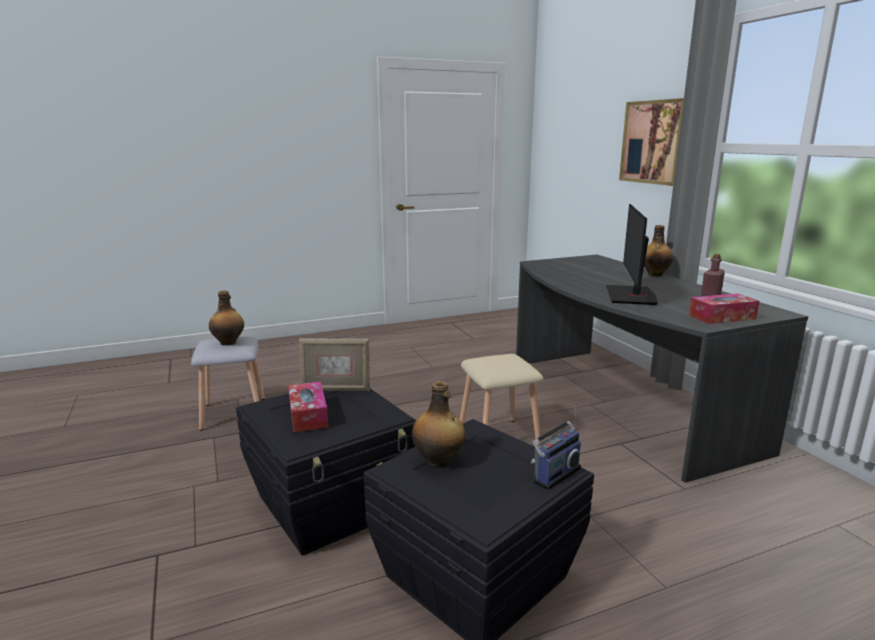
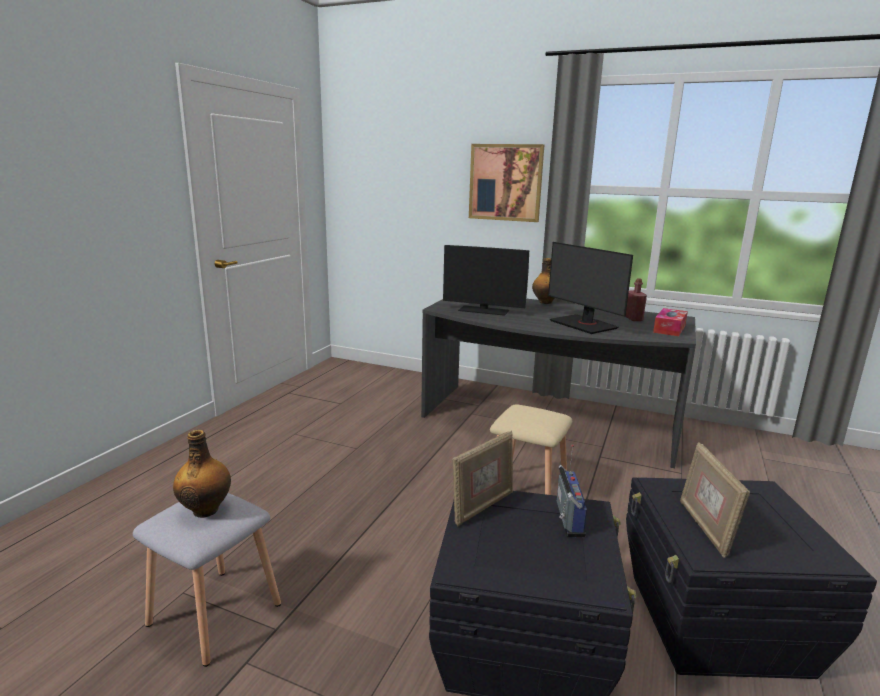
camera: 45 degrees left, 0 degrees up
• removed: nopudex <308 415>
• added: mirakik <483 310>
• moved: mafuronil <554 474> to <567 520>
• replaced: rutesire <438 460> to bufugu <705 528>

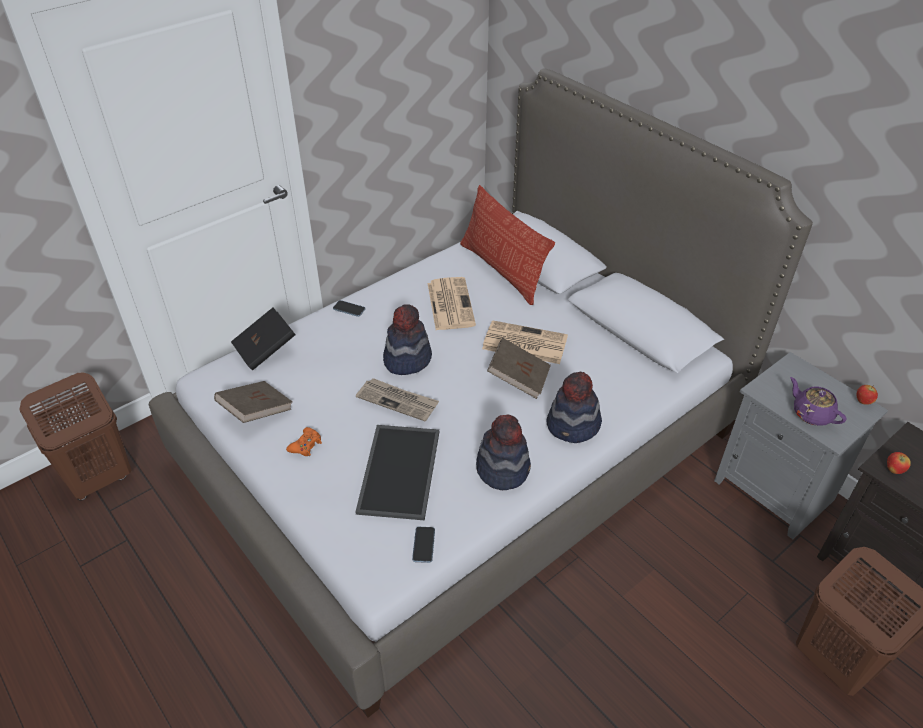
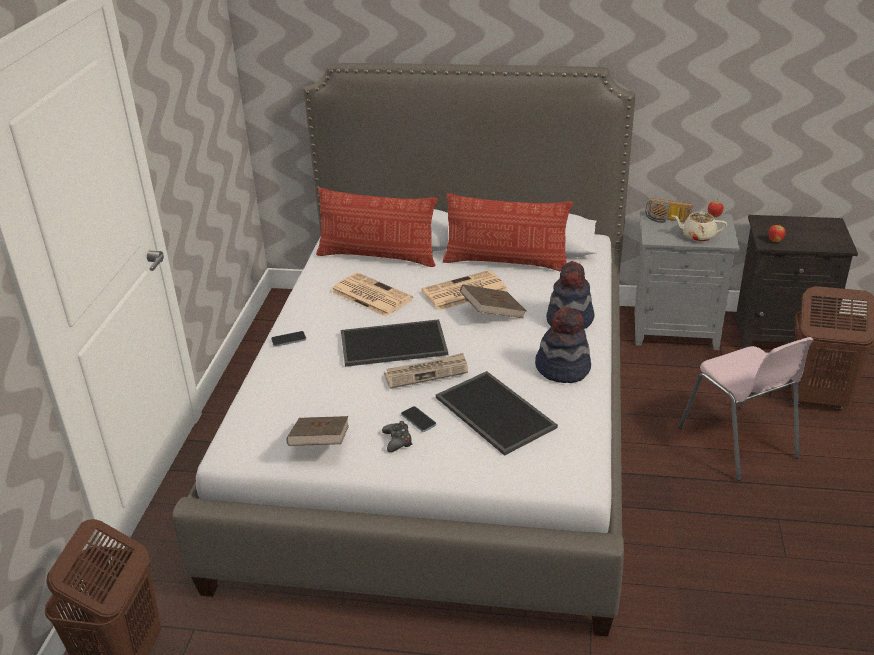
camera: 40 degrees left, 10 degrees down
• removed: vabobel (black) <265 350>
• added: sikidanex <506 262>
• added: mafuronil <666 220>
• added: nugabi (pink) <738 443>
• moved: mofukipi <423 545> to <418 420>
• replaced: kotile <407 359> to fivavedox <392 344>
• recoloured: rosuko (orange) <306 445> to rosuko (black) <397 441>
• recoloured: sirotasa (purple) <811 414> to sirotasa (beige) <697 236>

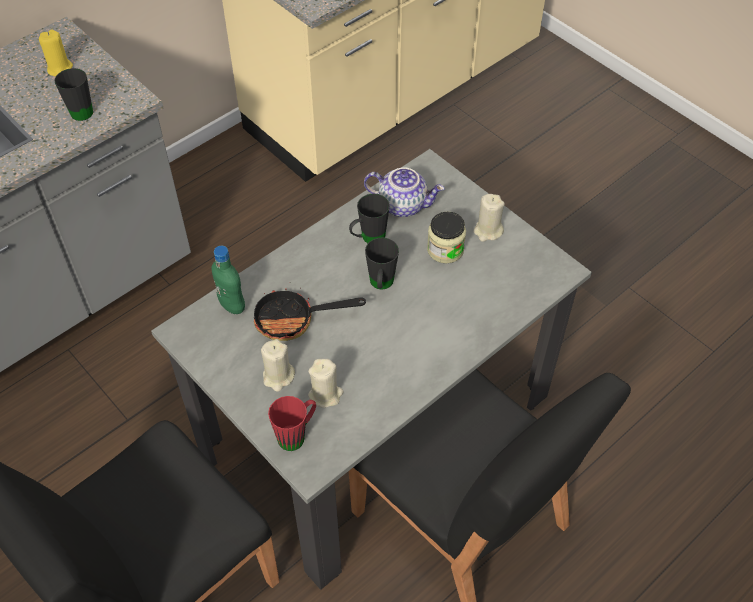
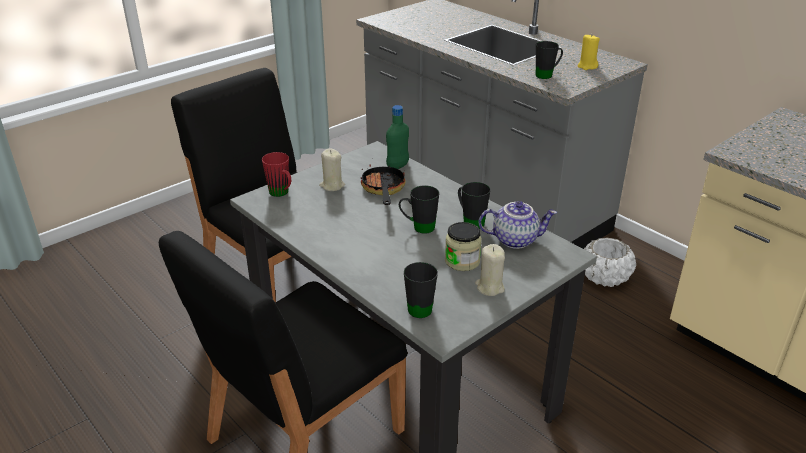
camera: 90 degrees right, 20 degrees down
• removed: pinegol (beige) <325 394>
• added: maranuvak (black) <421 306>
• added: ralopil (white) <604 277>
• turned: sirotasa <403 204> = <515 239> 105 degrees counterclockwise

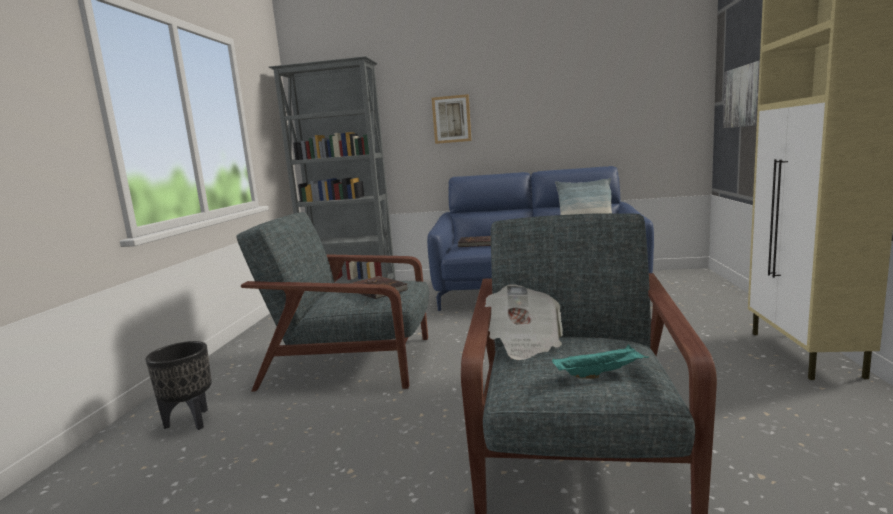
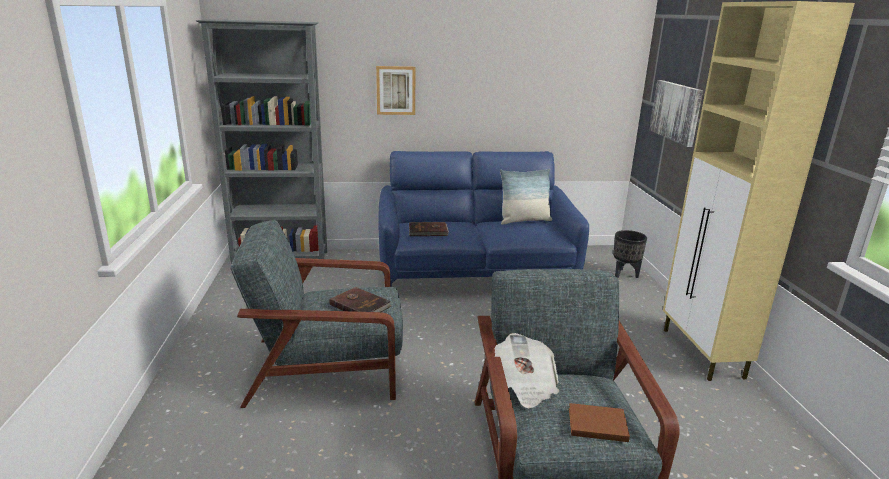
camera: 15 degrees left, 10 degrees up
• moved: ralopil (black) <191 421> to <624 274>
• replaced: fivavedox (turquoise) <600 374> to vabobel (brown) <595 424>

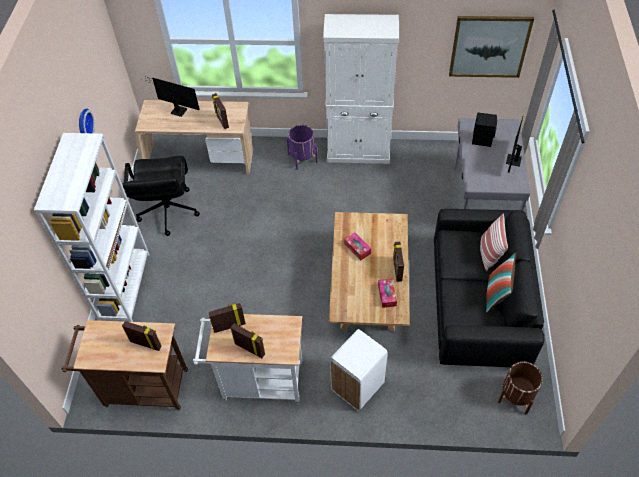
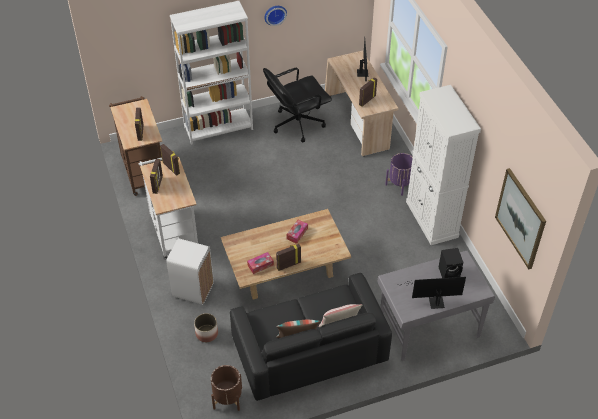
camera: 65 degrees right, 5 degrees down
• added: ralopil <207 333>

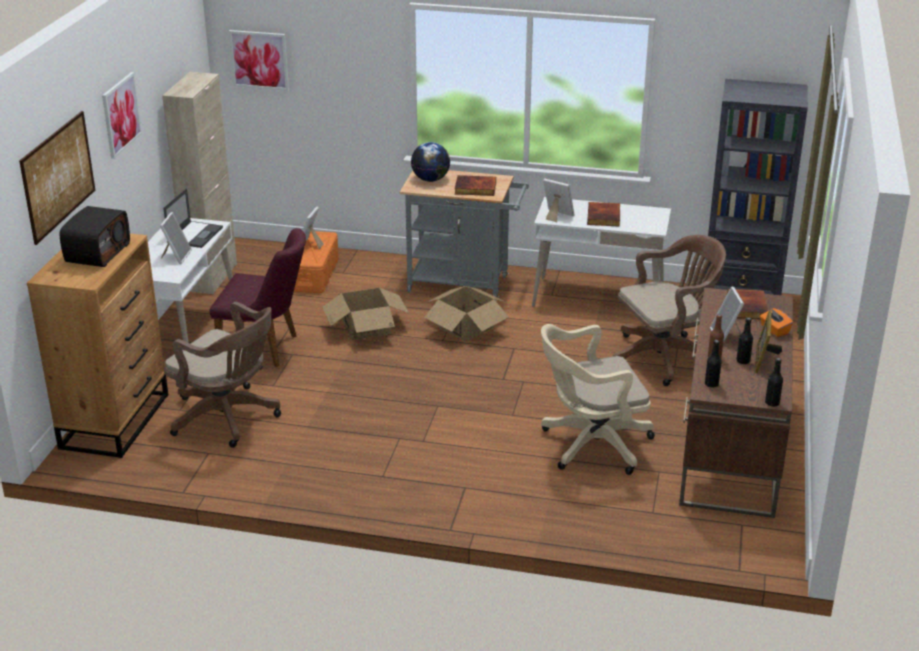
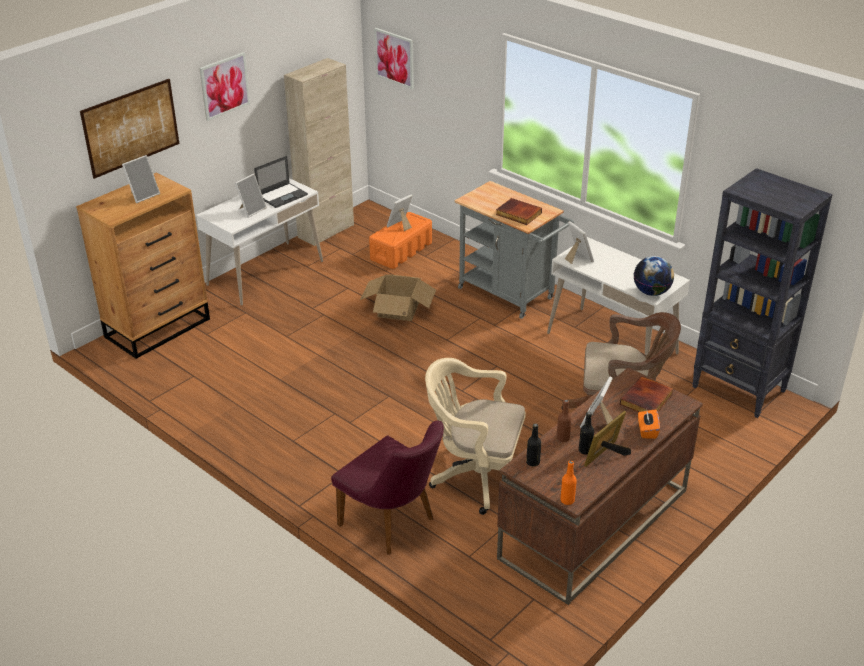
camera: 30 degrees right, 5 degrees up
• removed: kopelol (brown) <228 418>
• removed: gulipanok <465 327>
• removed: vabobel <604 217>
• moved: nugabi (purple) <266 348> to <393 524>
• moved: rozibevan <431 179> to <651 292>
• replaced: mafuronil <97 253> to bufugu <143 195>
• recoloured: rutesire (black) <772 403> to rutesire (orange) <567 500>

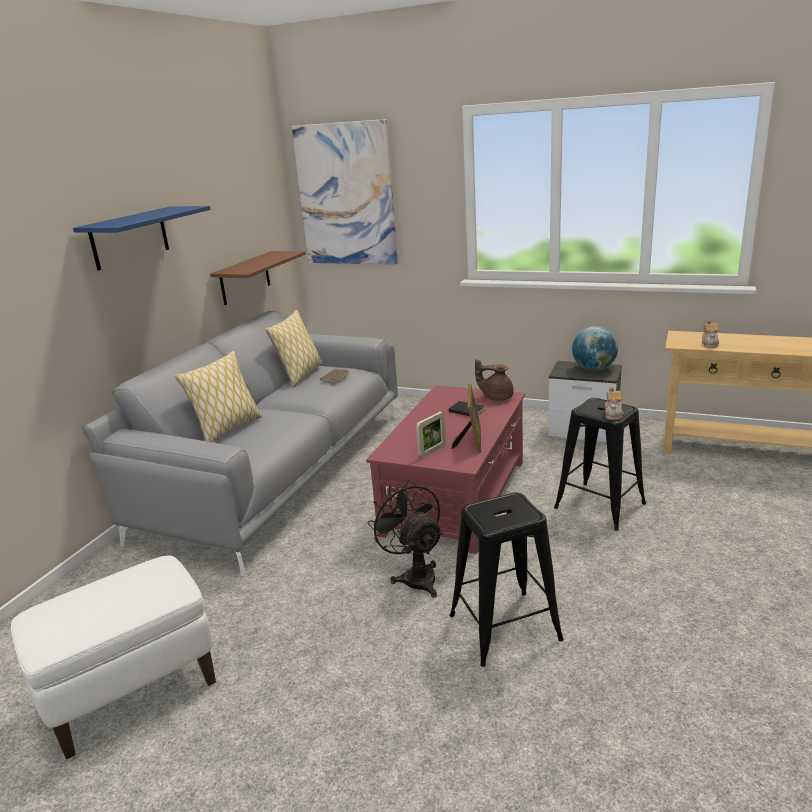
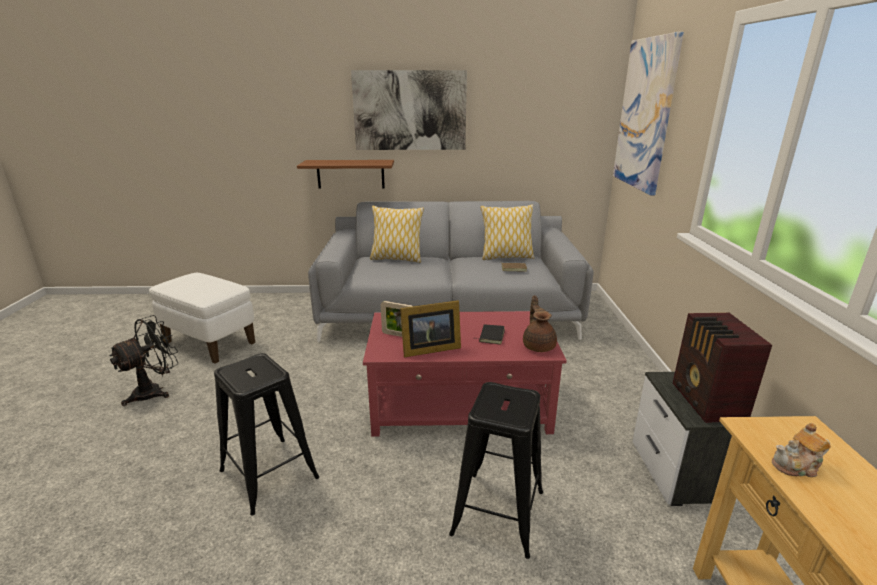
camera: 65 degrees right, 0 degrees up
• removed: sirotasa <613 414>
• moved: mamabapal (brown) <245 278> to <350 174>
• moved: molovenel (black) <415 576> to <155 391>
• replaced: mamabapal (blue) <130 238> to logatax <410 111>
• replaced: rozibevan <594 369> to mafuronil <707 403>

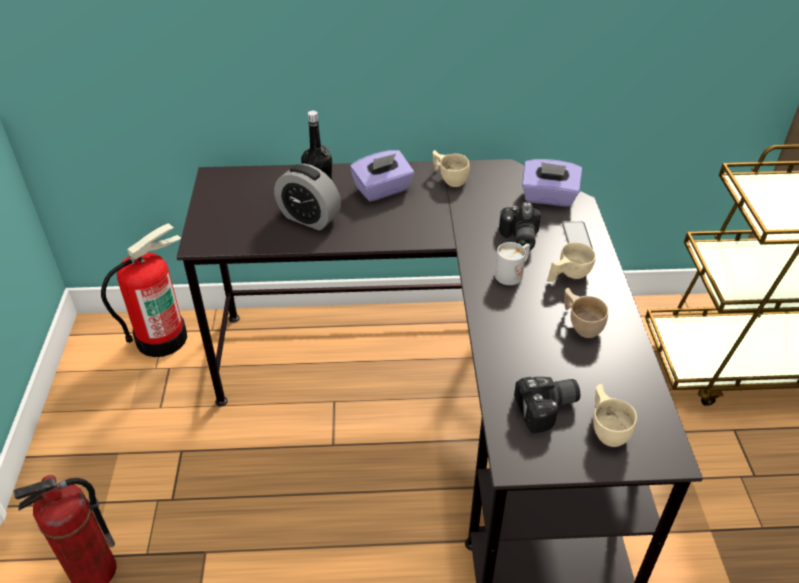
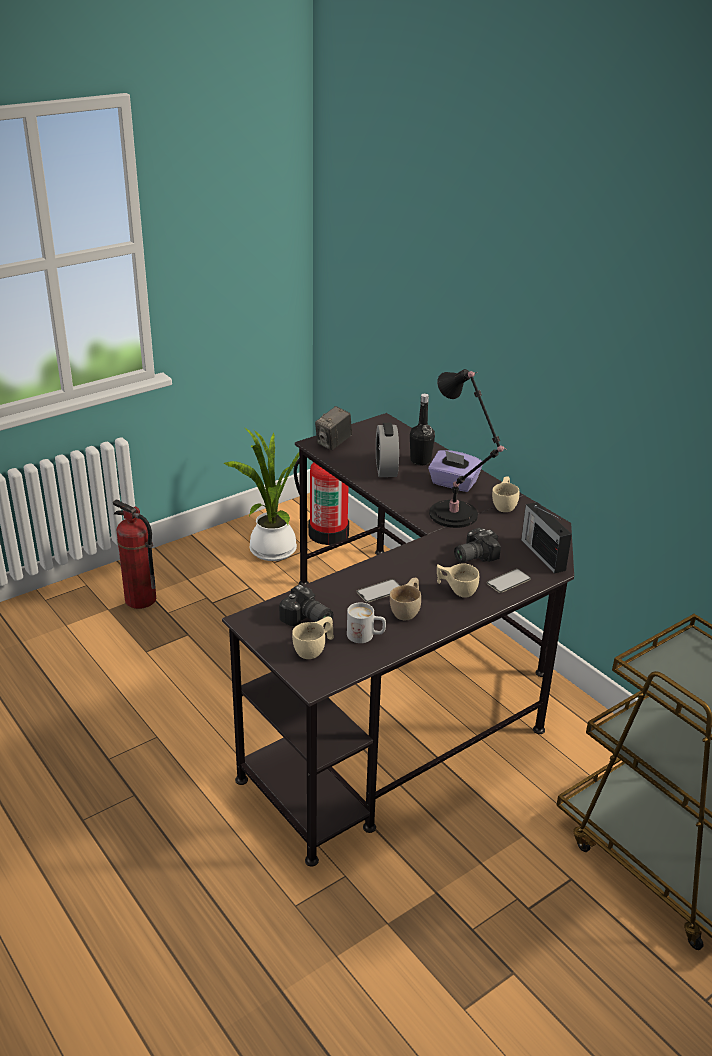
camera: 55 degrees right, 10 degrees down
• added: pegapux <271 552>
• added: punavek <333 443>
• added: mofukipi <380 591>
• added: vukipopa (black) <456 516>
• moved: maranuvak (white) <513 273> to <366 636>
• replaced: nopudex (purple) <548 197> to mafuronil <542 554>

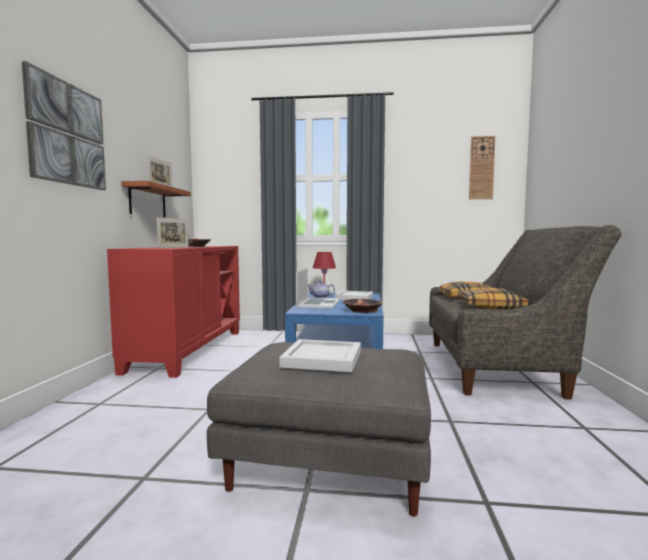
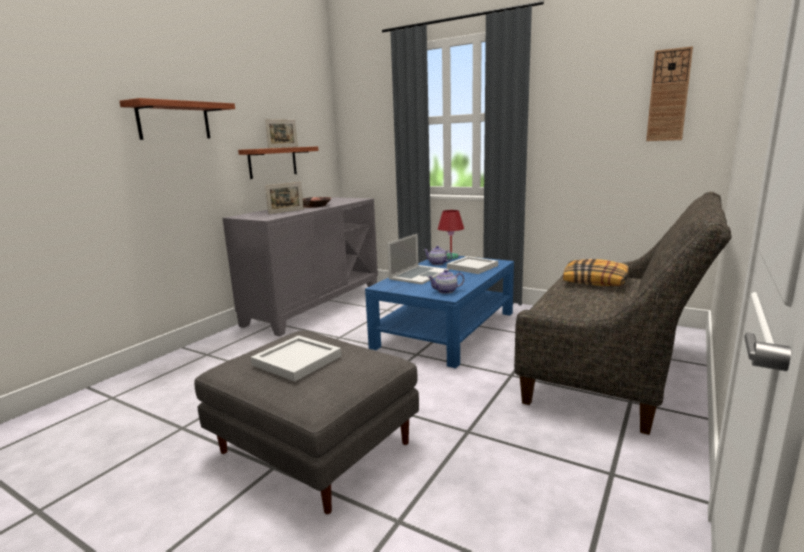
camera: 25 degrees right, 10 degrees up
• removed: sikidanex <490 307>
• replaced: logatax <67 134> to mamabapal <174 121>
• replaced: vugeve <362 310> to sirotasa <446 291>
• recoloured: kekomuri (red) <187 350> to kekomuri (grey) <314 305>

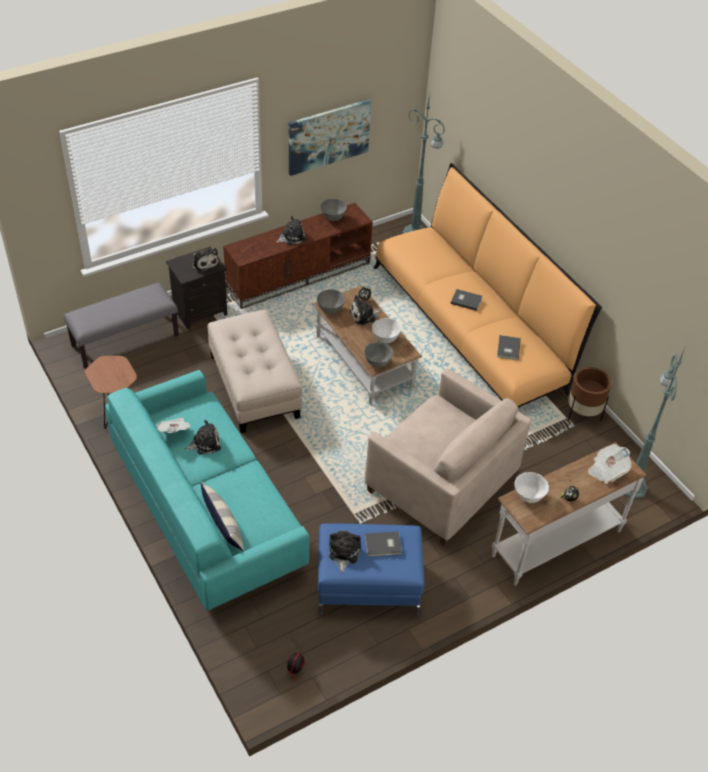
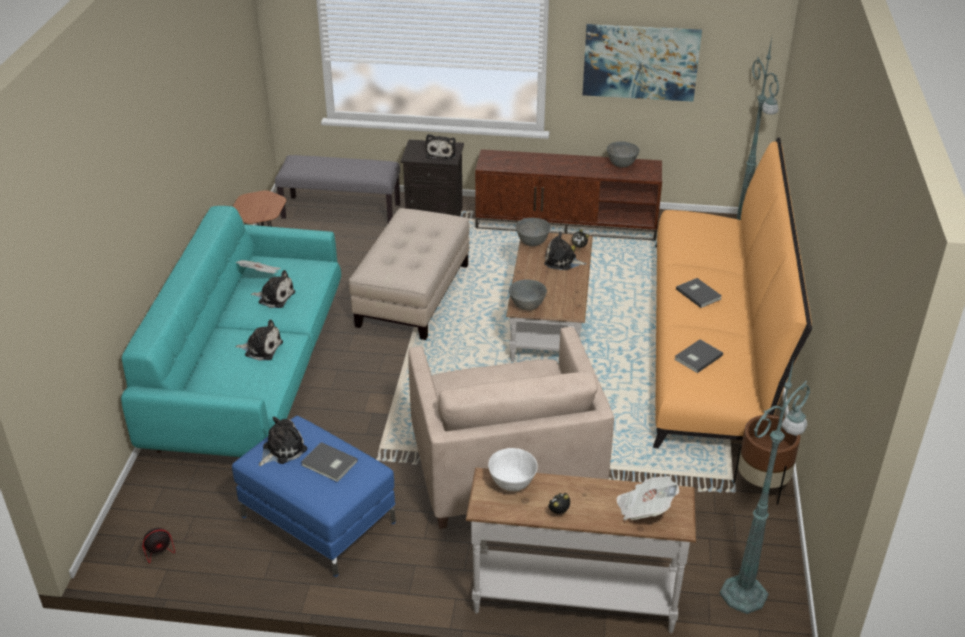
camera: 40 degrees right, 10 degrees down
• removed: sikidanex <223 525>
• removed: vugeve (white) <385 339>
• moved: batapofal <291 236> to <261 348>

